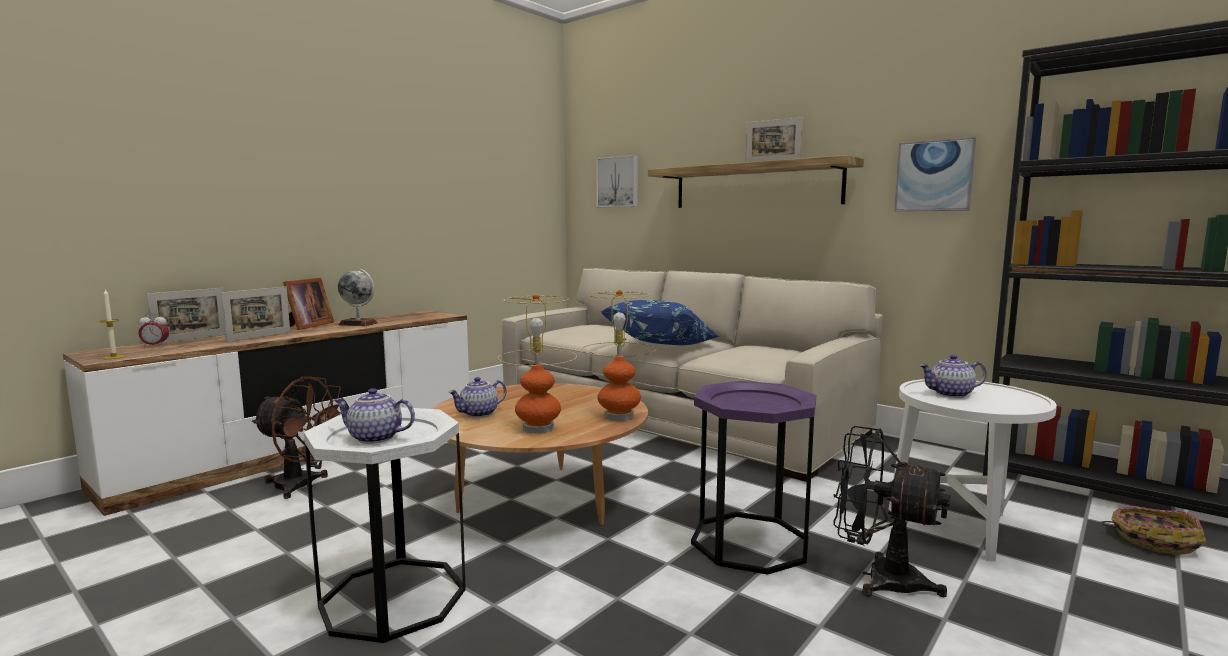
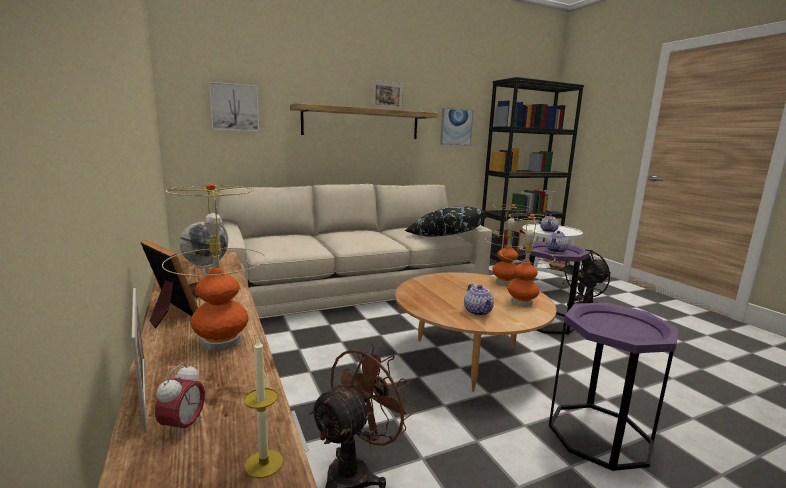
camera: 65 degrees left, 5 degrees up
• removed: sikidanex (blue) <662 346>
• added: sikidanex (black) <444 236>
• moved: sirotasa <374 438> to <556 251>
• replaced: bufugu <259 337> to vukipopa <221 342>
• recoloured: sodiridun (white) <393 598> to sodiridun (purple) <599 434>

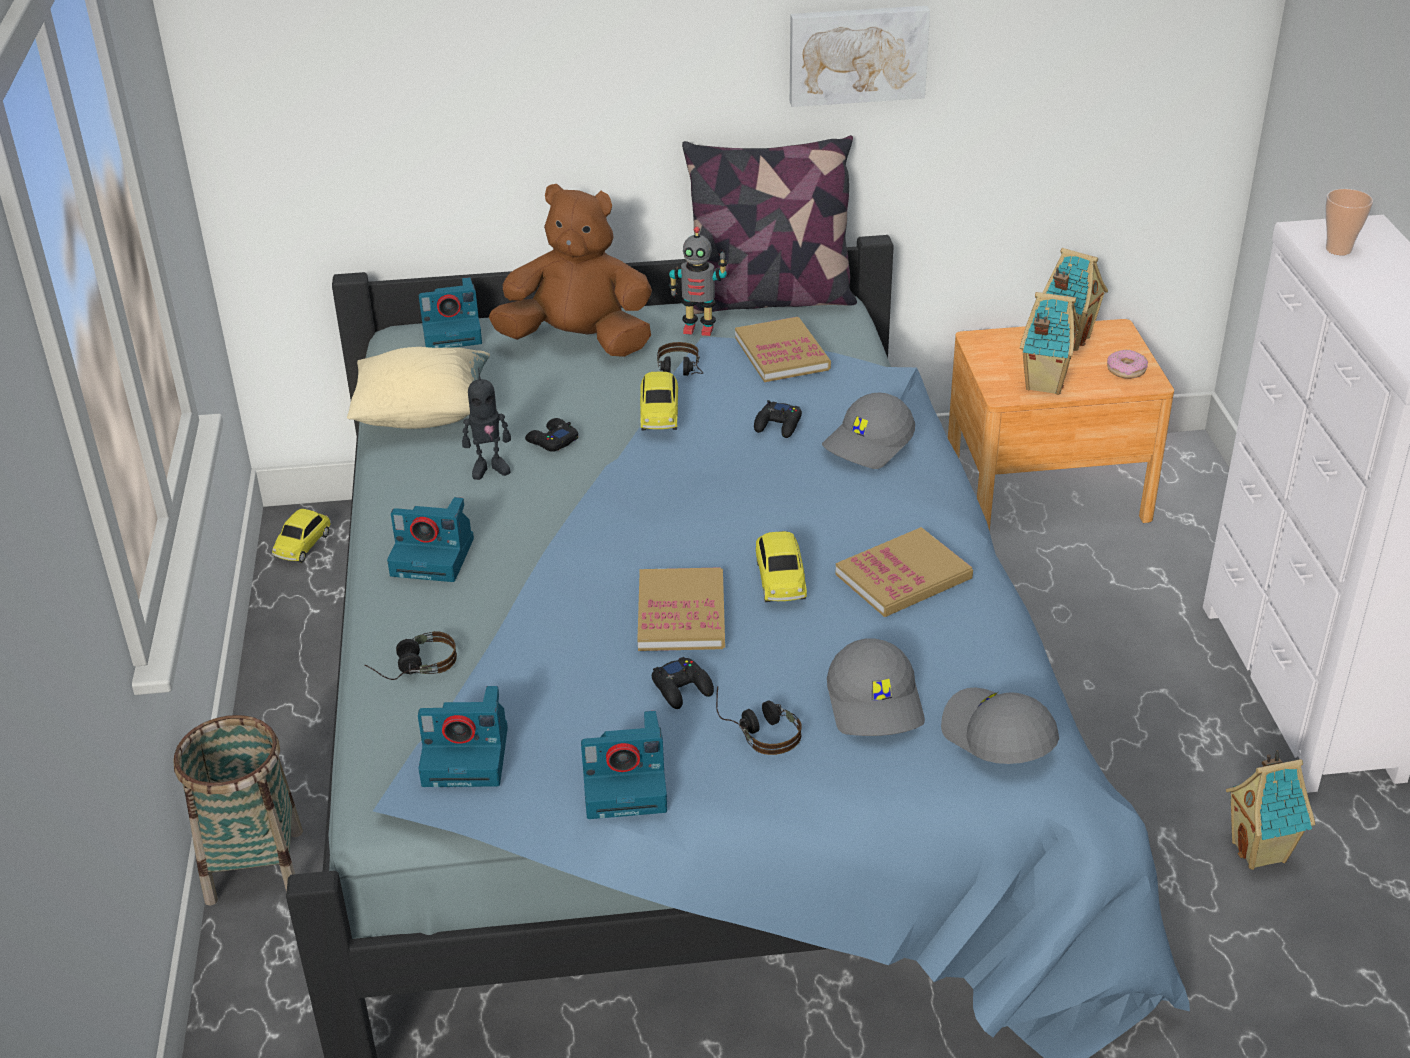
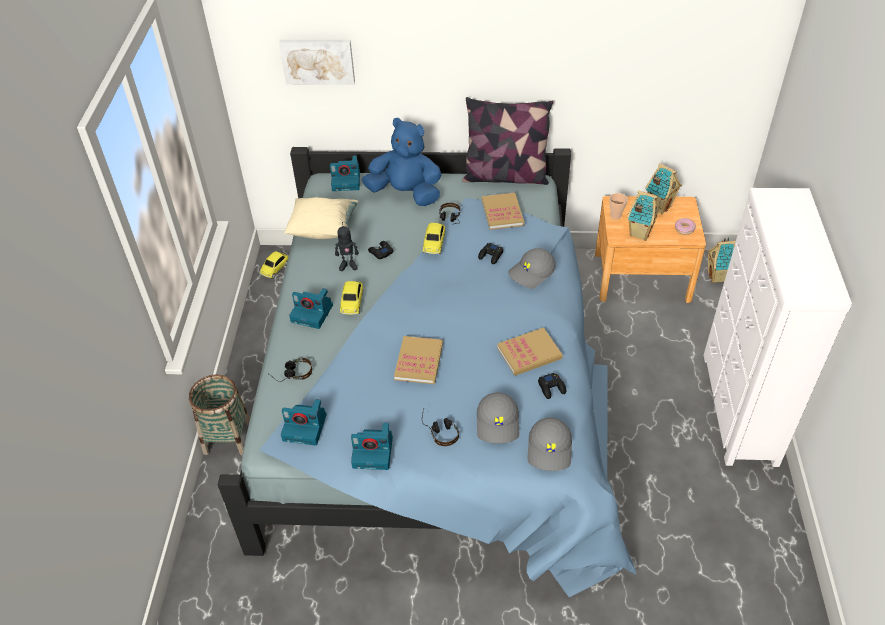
camera: 10 degrees right, 10 degrees up
• removed: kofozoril <698 329>
• moved: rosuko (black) <682 688> to <551 388>
• moved: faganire <780 578> to <352 302>
• moved: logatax <857 54> to <318 60>
• moved: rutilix <1260 852> to <718 277>
• moved: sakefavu <1338 249> to <615 216>
• recoloured: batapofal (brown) <579 342> to batapofal (blue) <406 193>
• turned: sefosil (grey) <996 737> = <550 450> 150 degrees counterclockwise

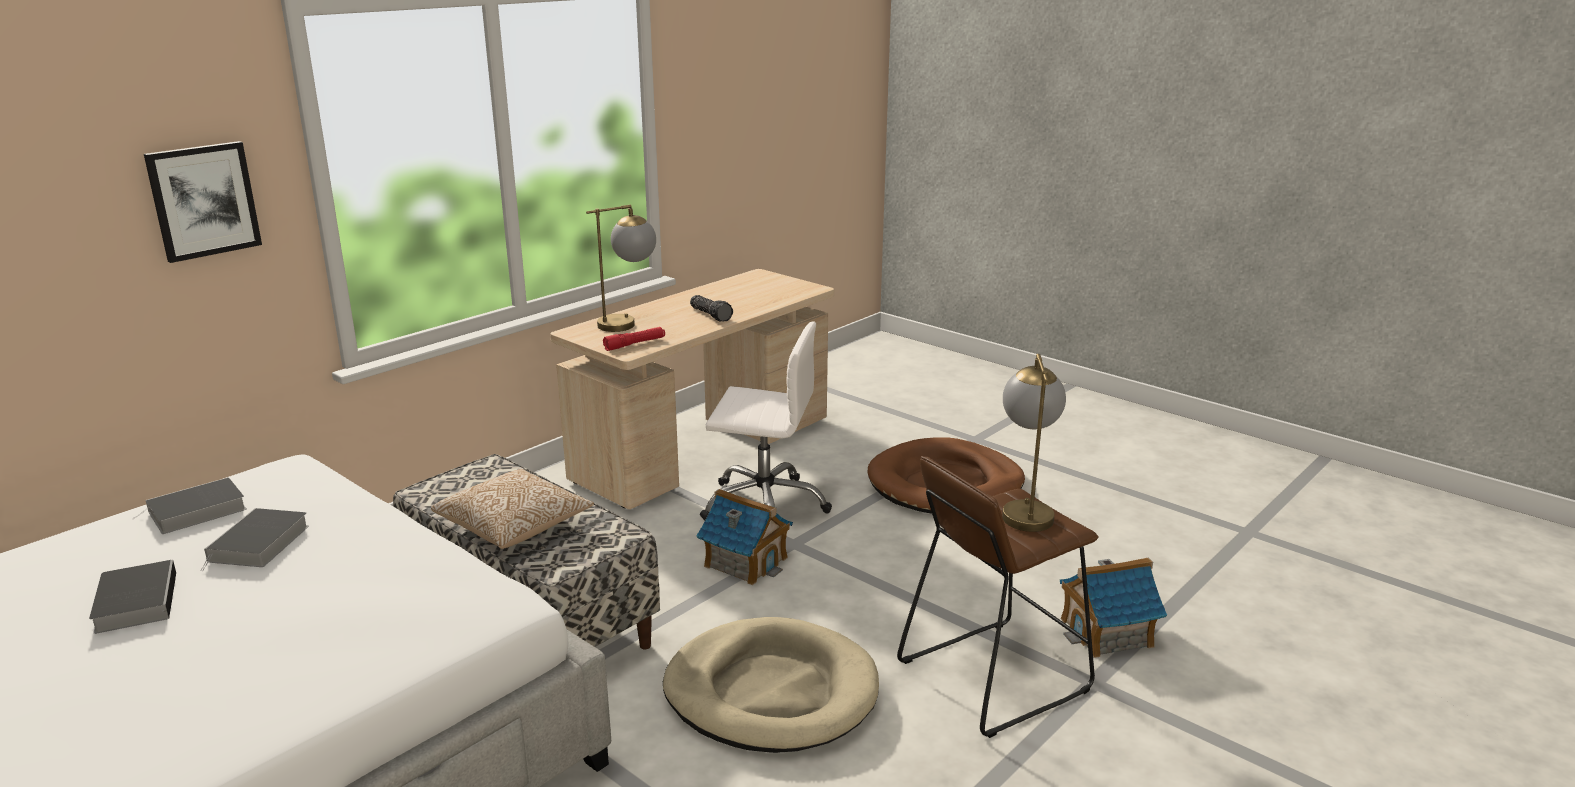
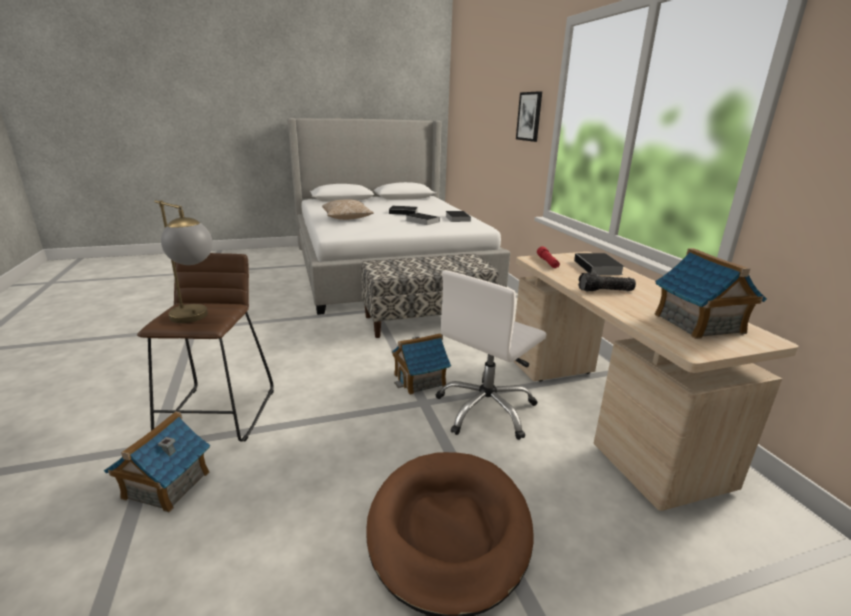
camera: 120 degrees right, 0 degrees up
• removed: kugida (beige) <771 692>
• added: rutilix <698 324>
• moved: sikidanex <515 526> to <347 218>
• replaced: vukipopa <628 323> to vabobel <598 268>

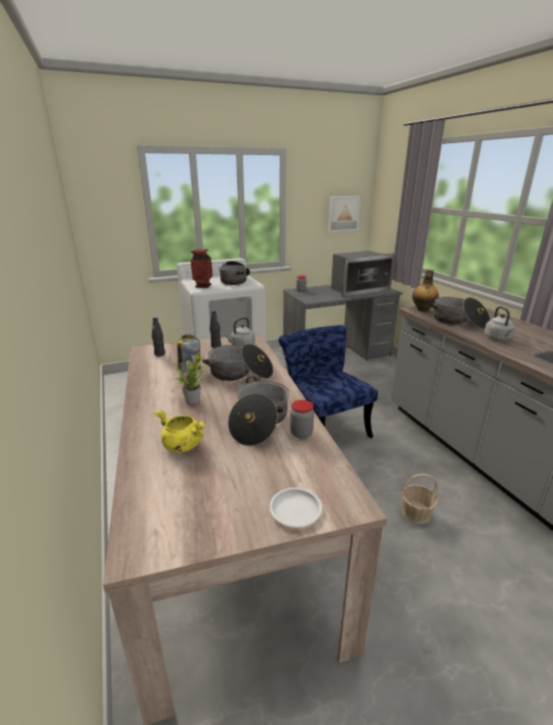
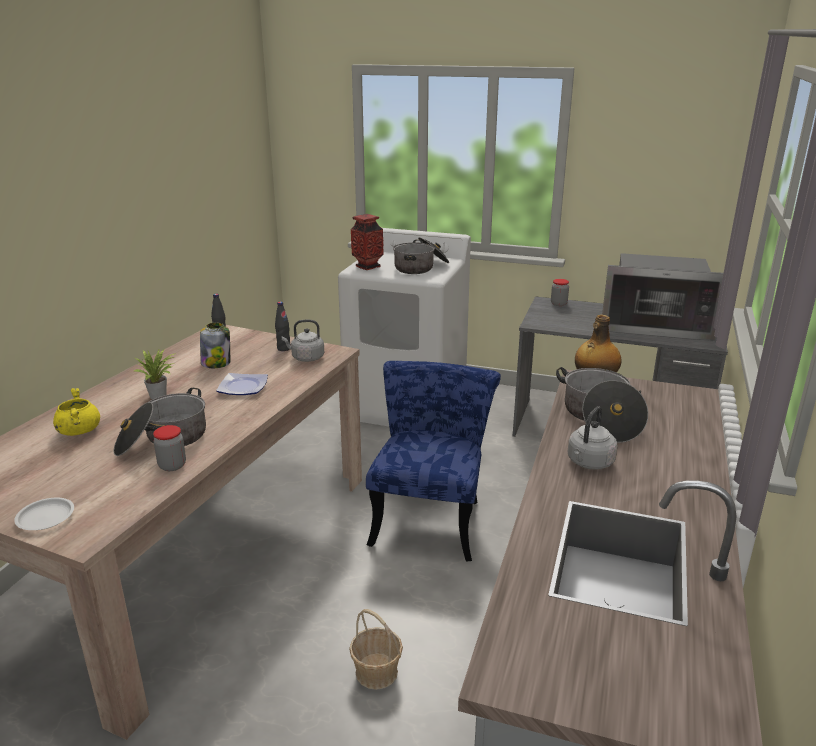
camera: 40 degrees right, 0 degrees up
• removed: logatax <343 213>
• replaced: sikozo <240 373> to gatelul <244 387>

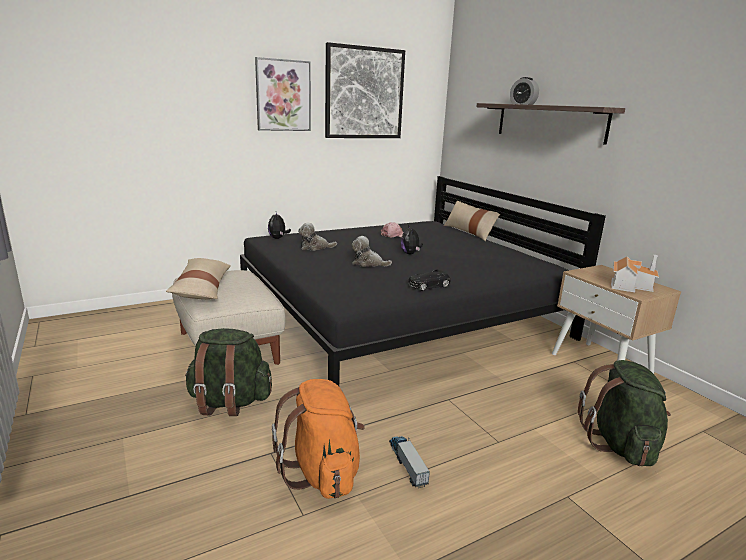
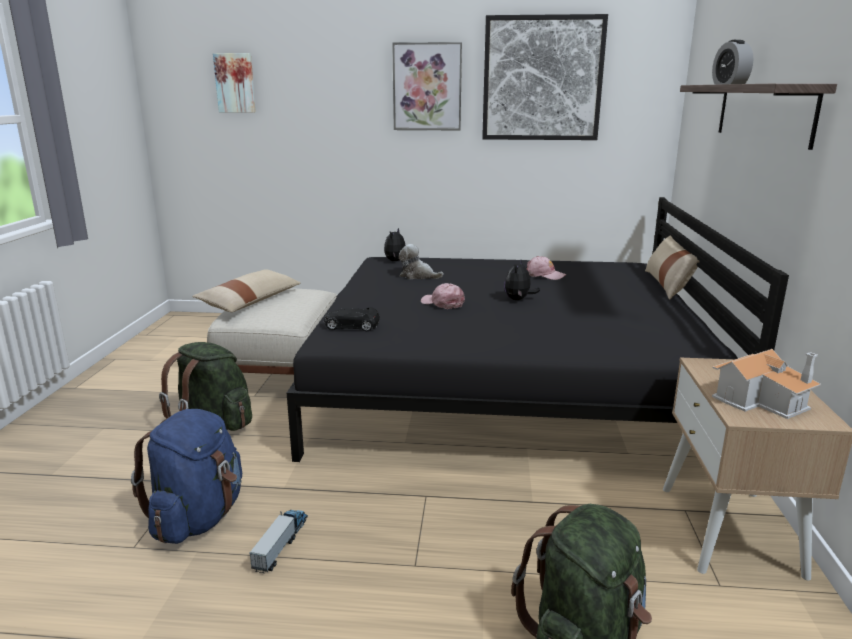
camera: 35 degrees right, 0 degrees up
• added: logatax <235 83>
• moved: faganire (black) <428 286> to <351 326>
• replaced: batapofal <368 264> to sefosil (pink) <443 303>
• recoloured: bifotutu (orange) <322 472> to bifotutu (blue) <198 518>

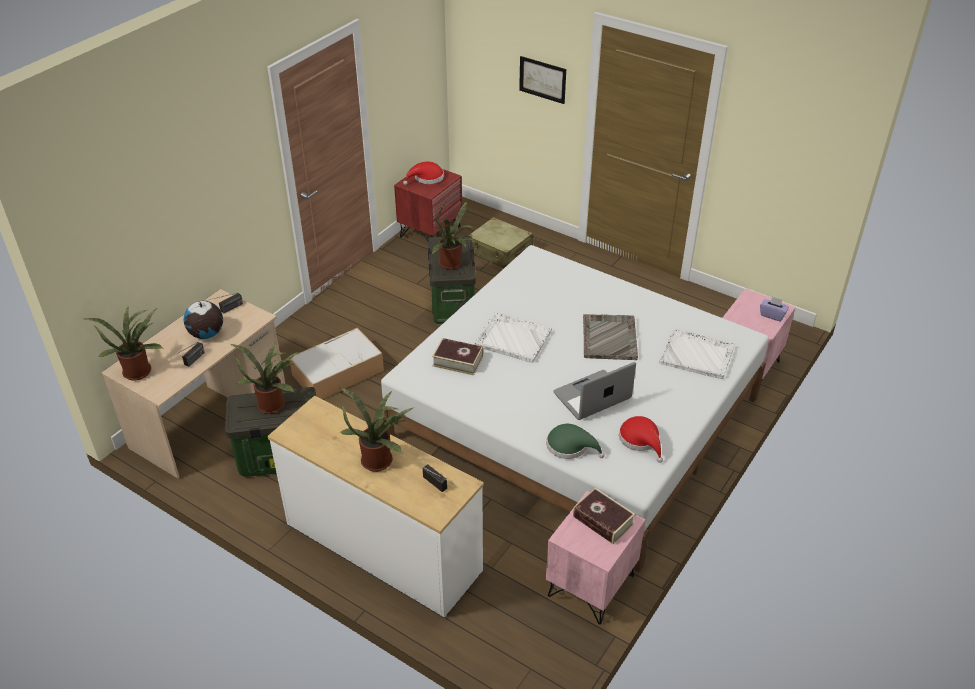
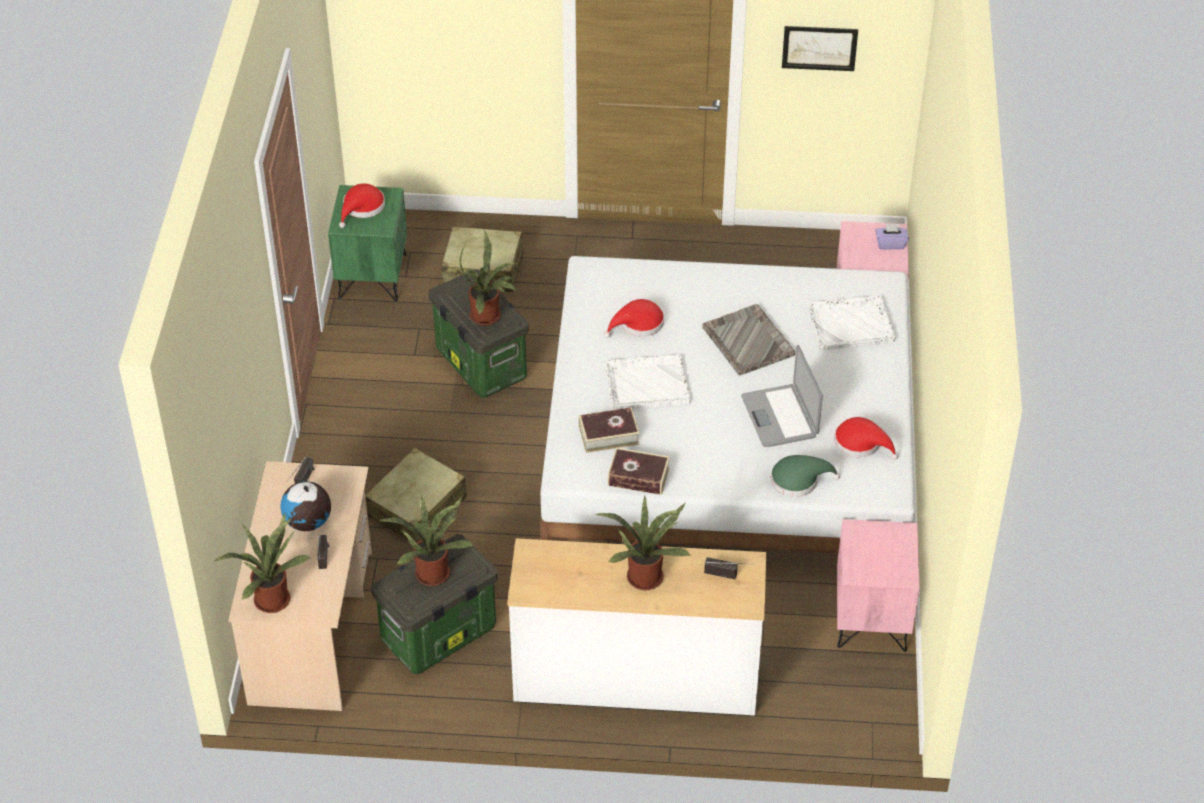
camera: 30 degrees left, 5 degrees up
• added: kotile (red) <638 324>
• moved: logatax <542 79> to <819 48>
• moved: vabobel <603 520> to <638 477>
• replaced: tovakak <339 372> to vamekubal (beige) <417 507>
• recoloured: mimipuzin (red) <430 232> to mimipuzin (green) <371 276>
• turned: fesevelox <592 397> = <780 416> 45 degrees counterclockwise

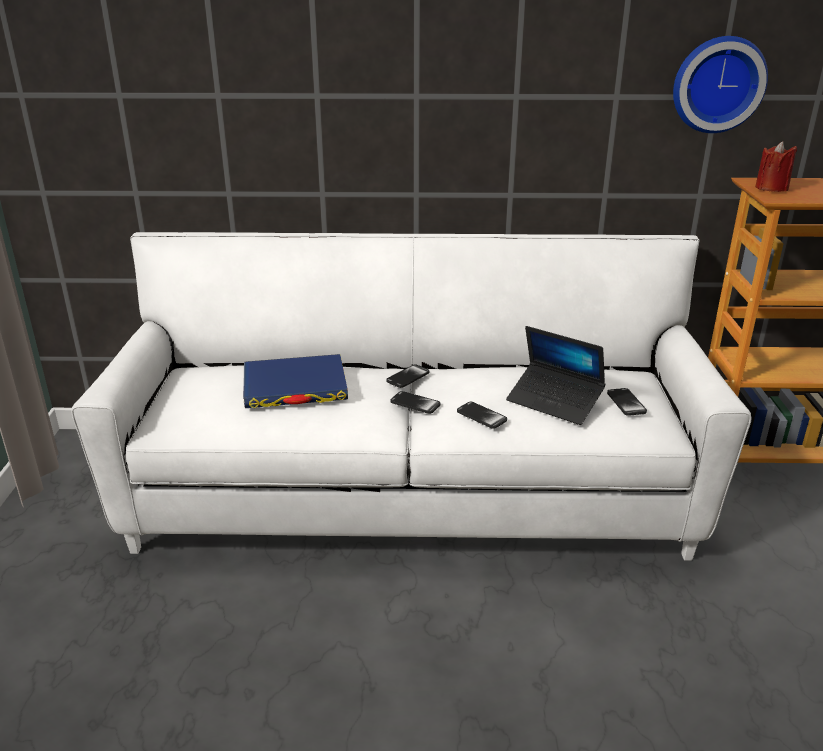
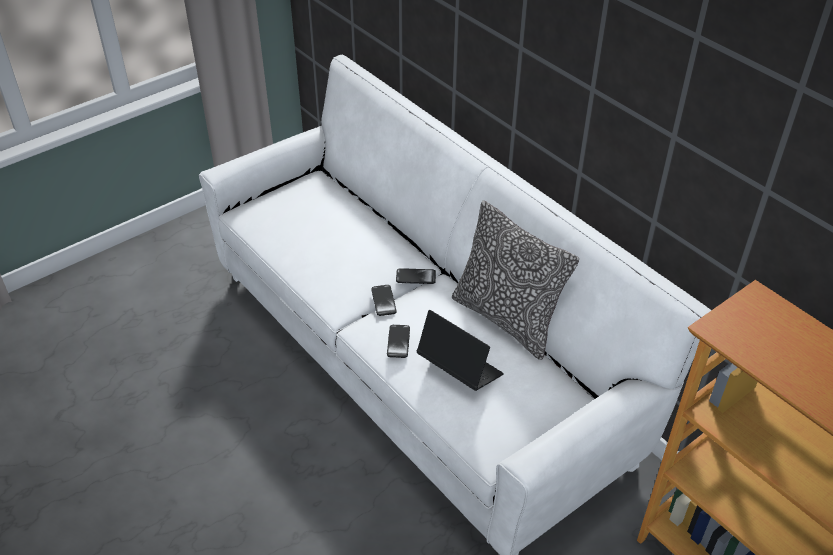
camera: 50 degrees right, 15 degrees up
• removed: vabobel (blue) <295 387>
• removed: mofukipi <626 403>
• removed: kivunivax <717 84>
• removed: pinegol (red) <771 188>
• added: sikidanex <506 319>
• turned: fesevelox <554 401> = <459 369> 135 degrees clockwise

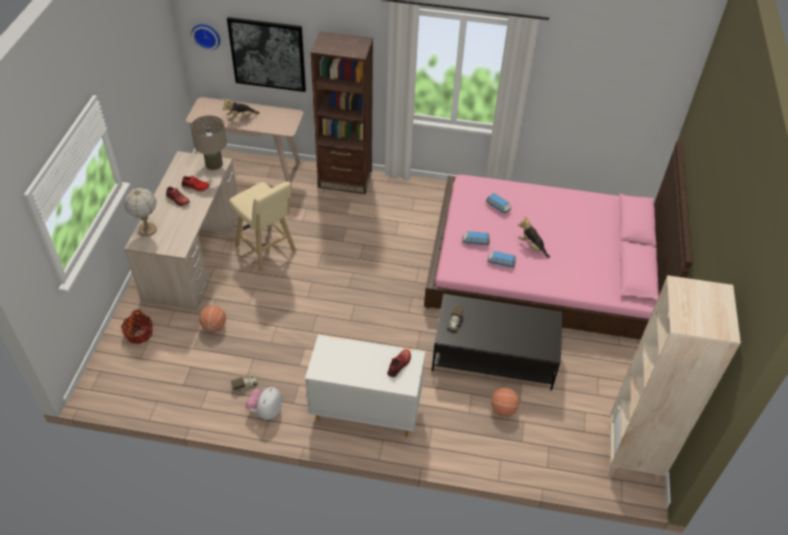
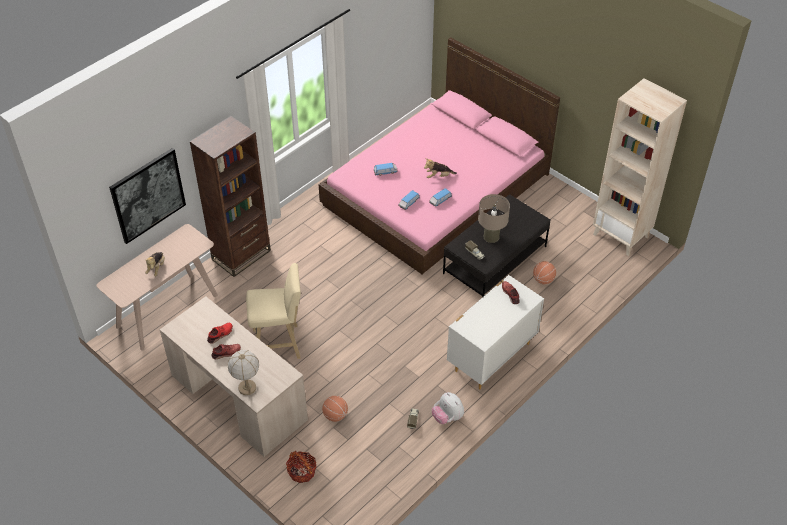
camera: 55 degrees left, 0 degrees up
• removed: kivunivax <206 35>
• moved: vukipopa (beige) <214 164> to <491 237>

